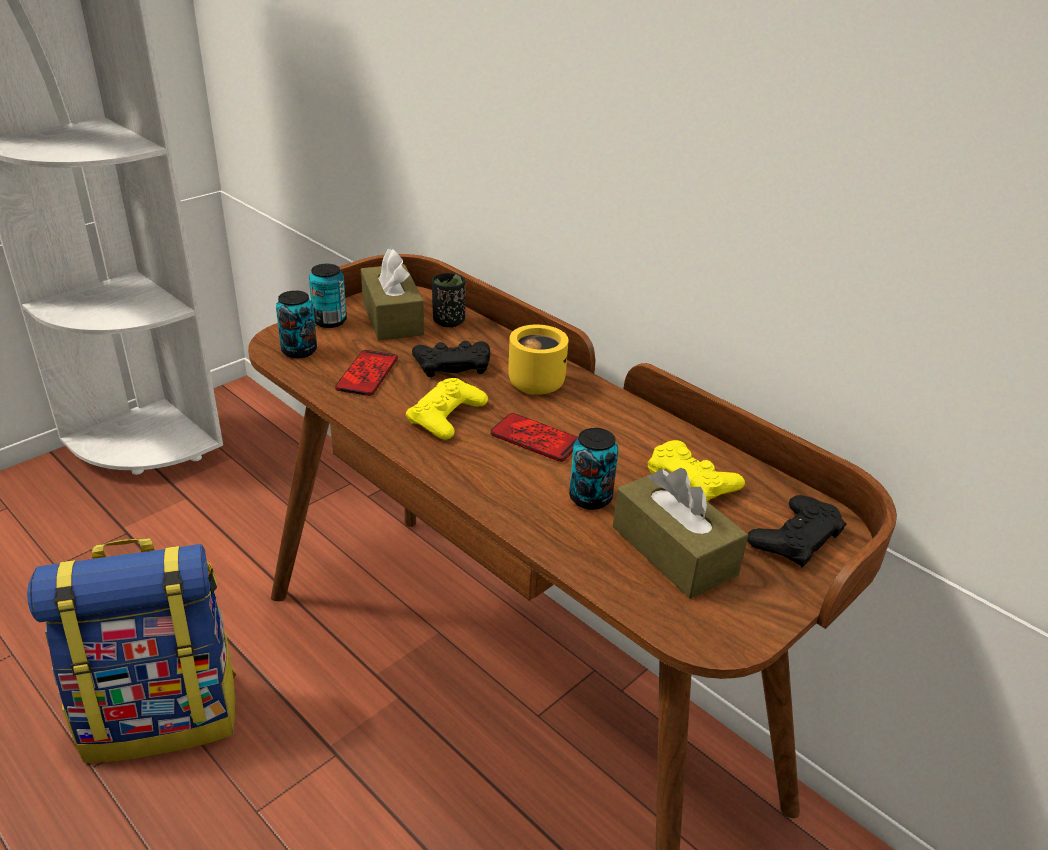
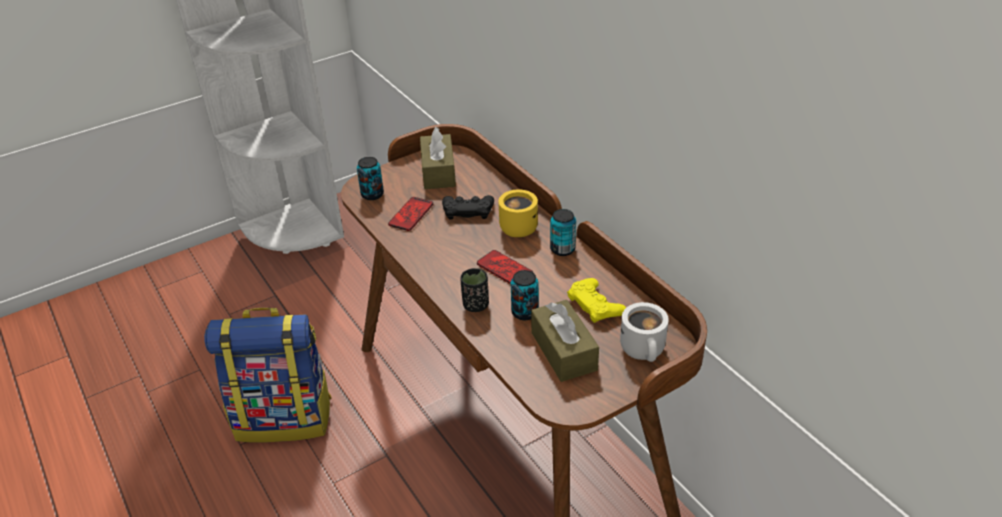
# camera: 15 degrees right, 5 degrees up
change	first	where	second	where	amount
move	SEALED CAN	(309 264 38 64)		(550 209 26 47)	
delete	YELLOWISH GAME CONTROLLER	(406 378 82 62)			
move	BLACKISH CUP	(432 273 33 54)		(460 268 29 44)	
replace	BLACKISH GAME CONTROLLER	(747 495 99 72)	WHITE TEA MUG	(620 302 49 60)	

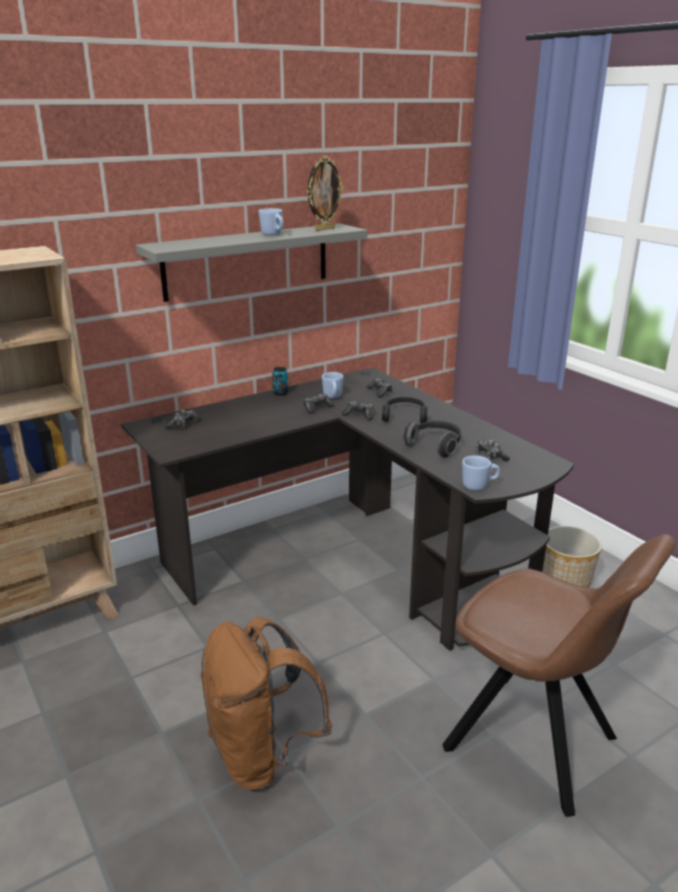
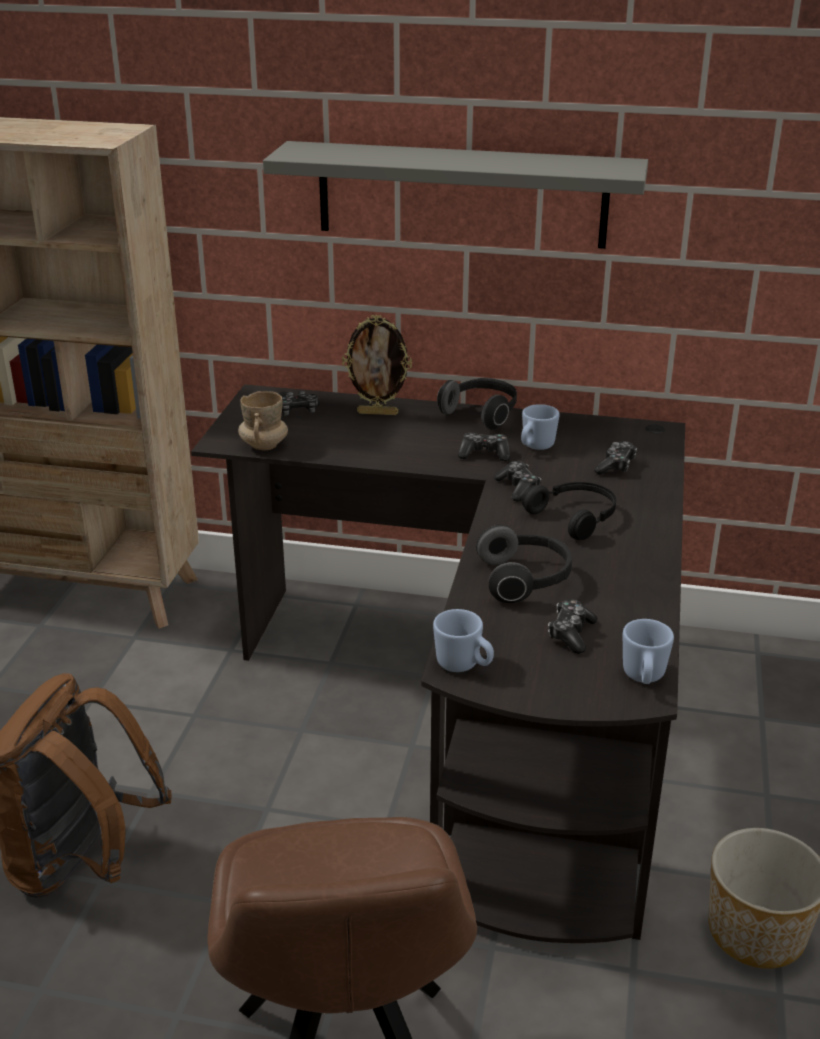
# camera: 45 degrees right, 5 degrees up
change	first	where	second	where	amount
move	BLUISH TEA MUG	(259 208 24 28)		(623 619 51 65)	
replace	SEALED CAN	(272 367 16 29)	HEADSET	(437 378 80 52)	
move	PICTURE FRAME	(307 156 37 75)		(342 314 70 101)	
insert			BEIGE-COLOURED TEA MUG	(238 391 50 59)	

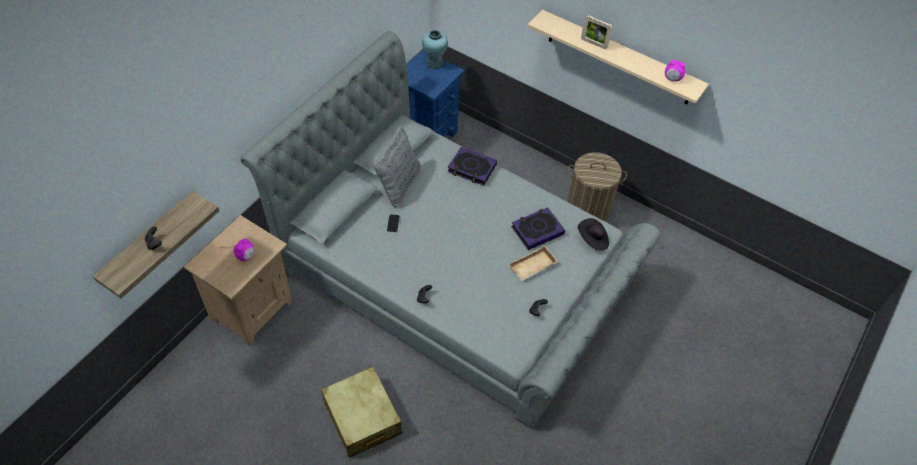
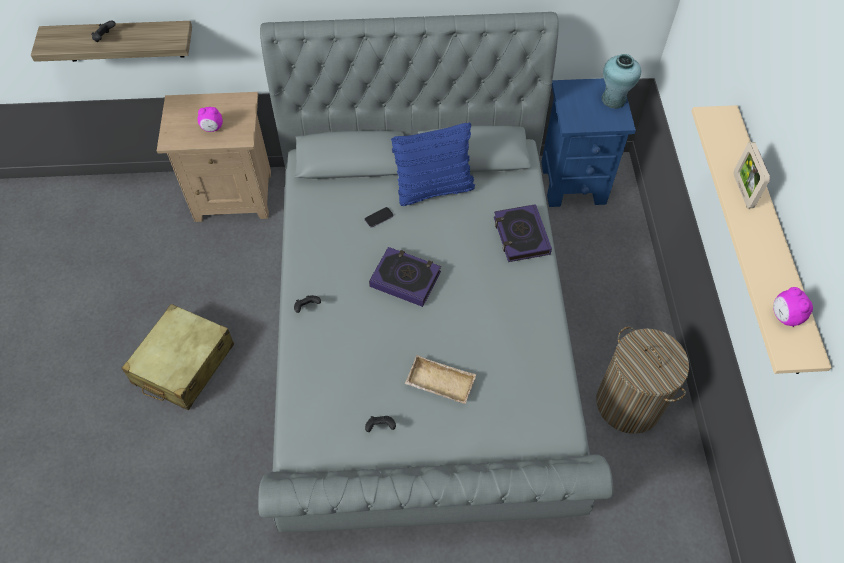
# camera: 55 degrees right, 5 degrees up
change	first	where	second	where	amount
recolor	GREY CUSHION	(373 126 48 81)	BLUISH CUSHION	(391 122 84 84)	
move	BOOK	(511 207 54 43)		(369 247 72 60)	
delete	BLACKISH HAT	(578 218 31 33)			

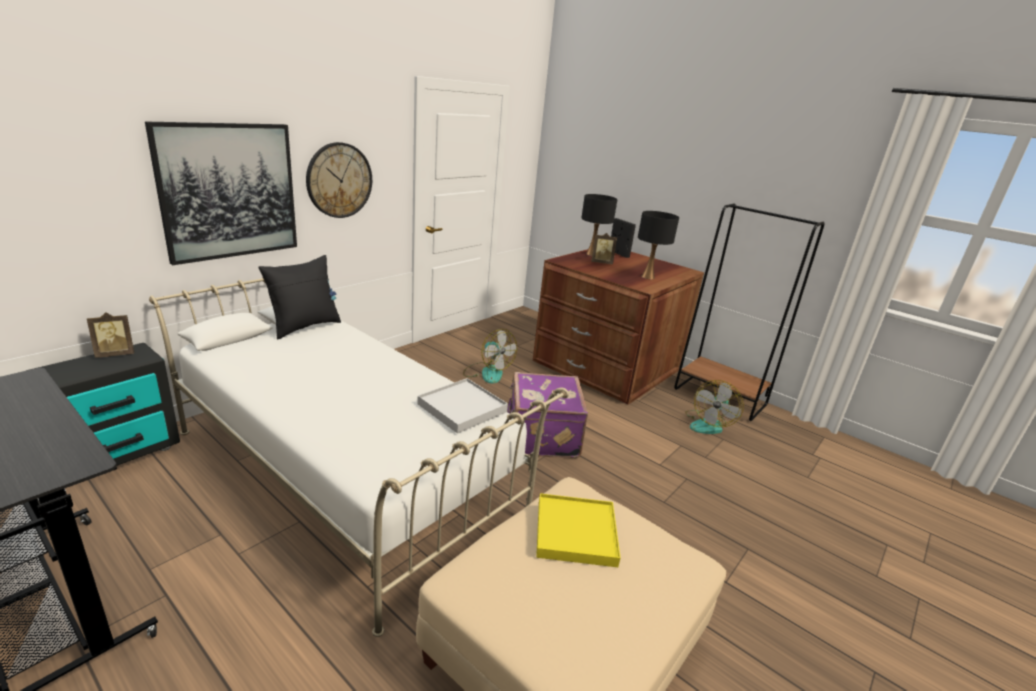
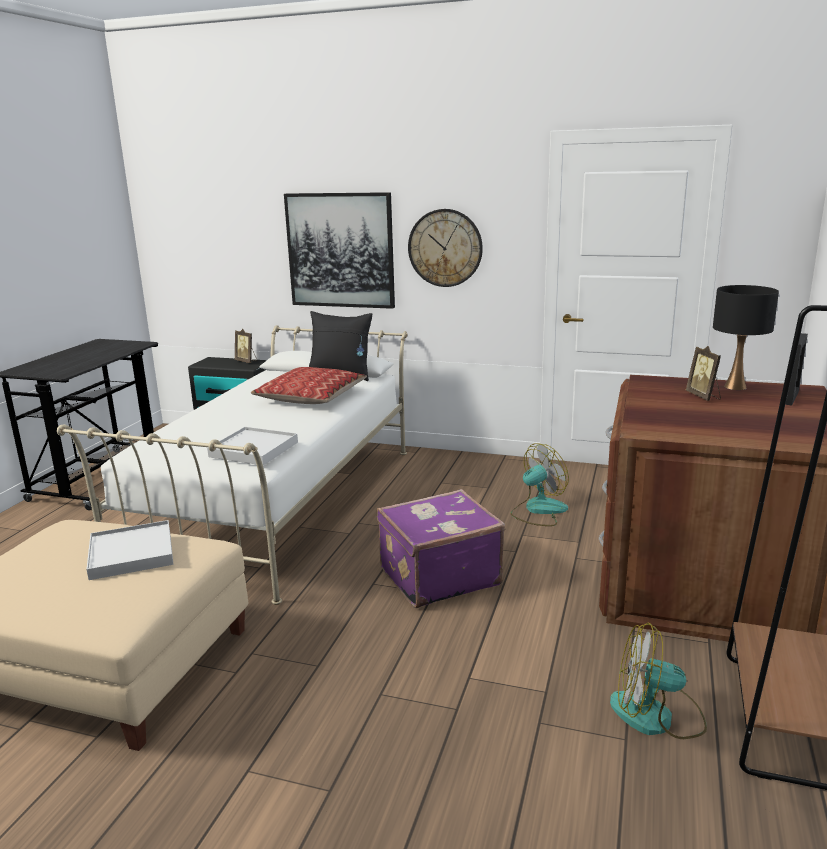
# camera: 70 degrees right, 5 degrees down
change	first	where	second	where	amount
rotate	COOLING FAN	(463 329 54 55)		(511 443 58 83)	150 degrees counterclockwise
recolor	YELLOWISH TRAY	(536 493 85 74)	WHITE TRAY	(87 520 86 60)	
delete	BLACKISH TABLE LAMP	(638 211 41 68)			
insert			CUSHION	(251 367 116 37)	

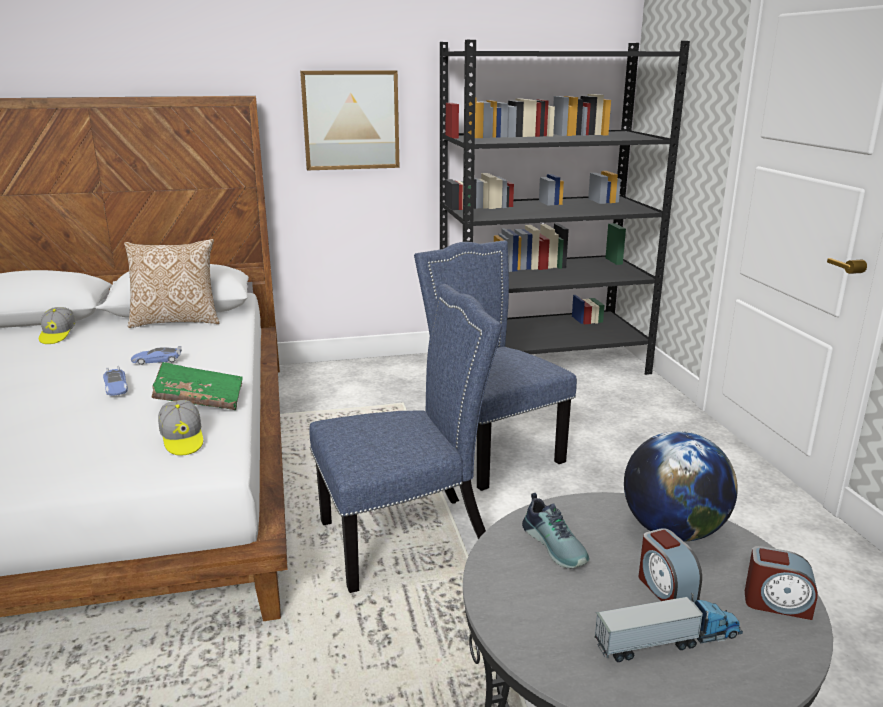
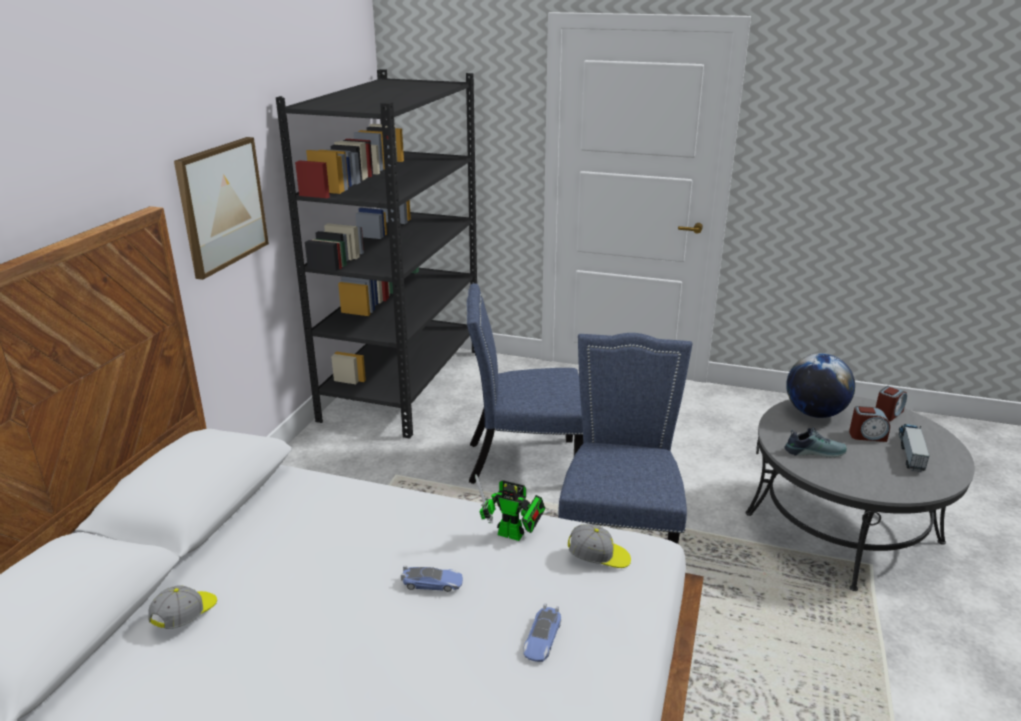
# camera: 60 degrees left, 5 degrees up
change	first	where	second	where	amount
rotate	BASEBALL CAP	(39 307 37 37)		(148 585 69 44)	90 degrees counterclockwise
delete	CUSHION	(124 239 95 89)			
move	TOY CAR	(131 346 51 19)		(523 603 38 59)	
replace	GREENISH BOOK	(152 362 91 48)	ROBOT FIGURE	(475 474 70 67)	

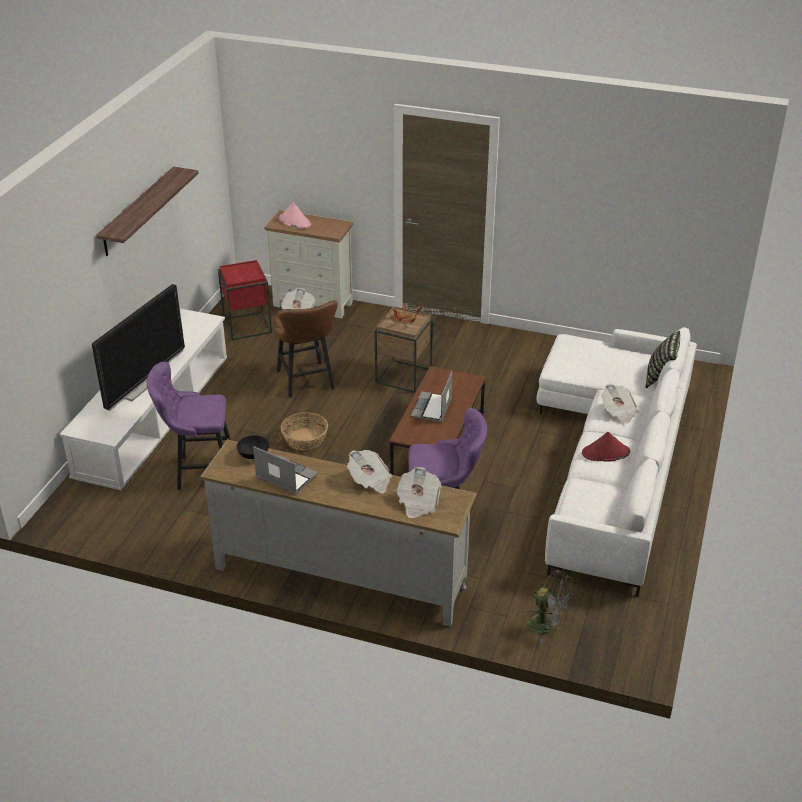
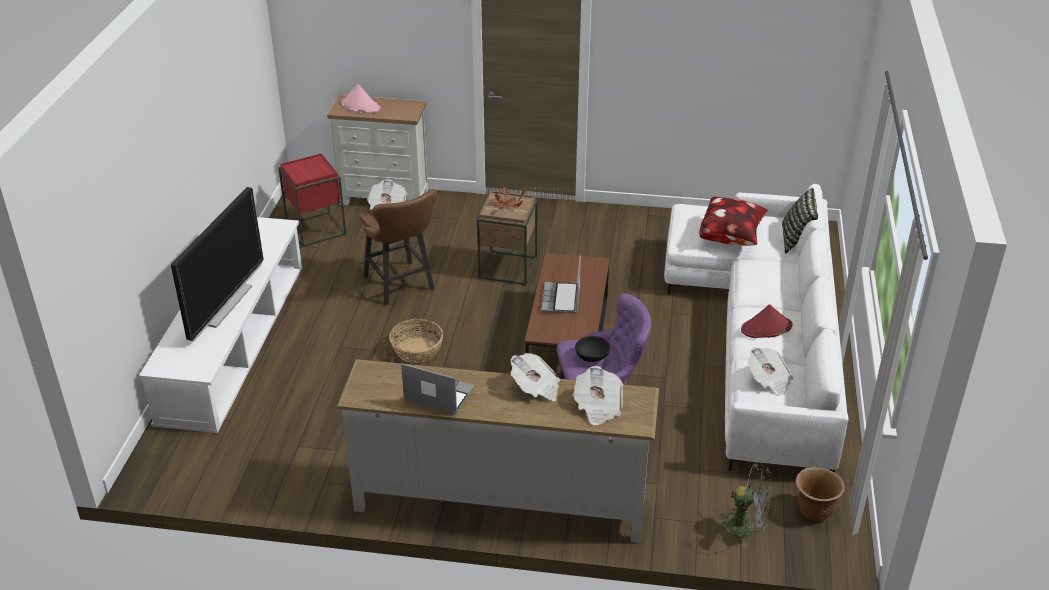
# camera: 10 degrees left, 0 degrees up
change	first	where	second	where	amount
delete	WALL SHELF	(96 167 103 89)			
delete	PURPLISH STOOL SEAT	(146 361 85 129)			
move	BLACKISH SERVING BOWL	(237 435 32 24)		(575 336 35 26)	
move	NEWSPAPER	(601 384 38 40)		(748 347 45 48)	
insert			CUSHION	(699 197 69 49)	
insert			BROWN-COLOURED PLANT POT	(795 467 50 54)	

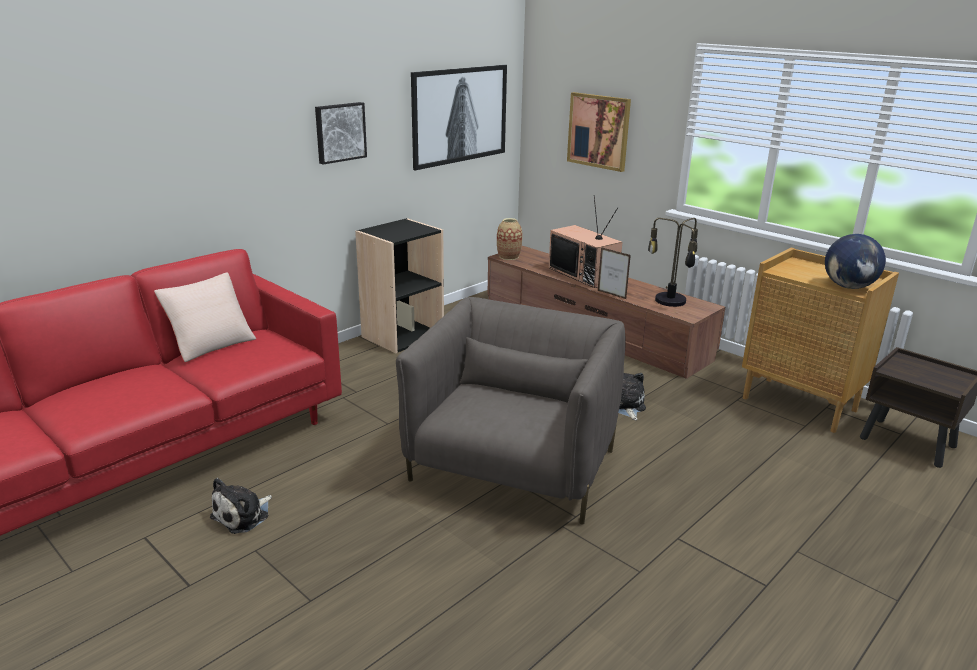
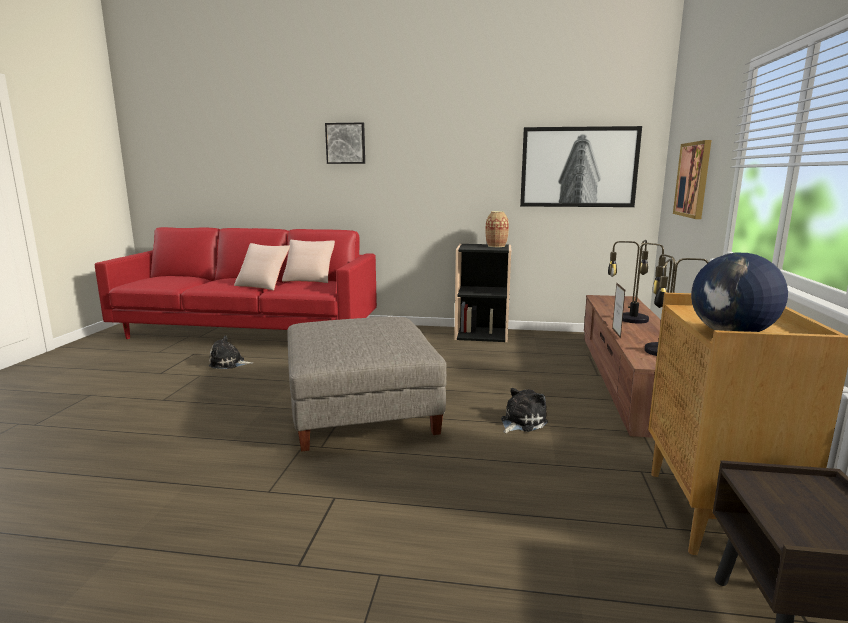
# camera: 55 degrees right, 10 degrees down
change	first	where	second	where	amount
move	WALL PICTURE	(315 102 52 62)		(325 123 40 41)	
replace	GREY LOUNGE CHAIR	(396 297 230 228)	GREY POUFFE	(287 316 160 136)	
move	DECORATIVE VASE	(497 218 25 42)		(486 211 23 36)	
replace	TV SET	(549 195 74 93)	TABLE LAMP	(608 240 58 83)	
insert			BEIGE-COLOURED CUSHION	(234 243 56 48)	

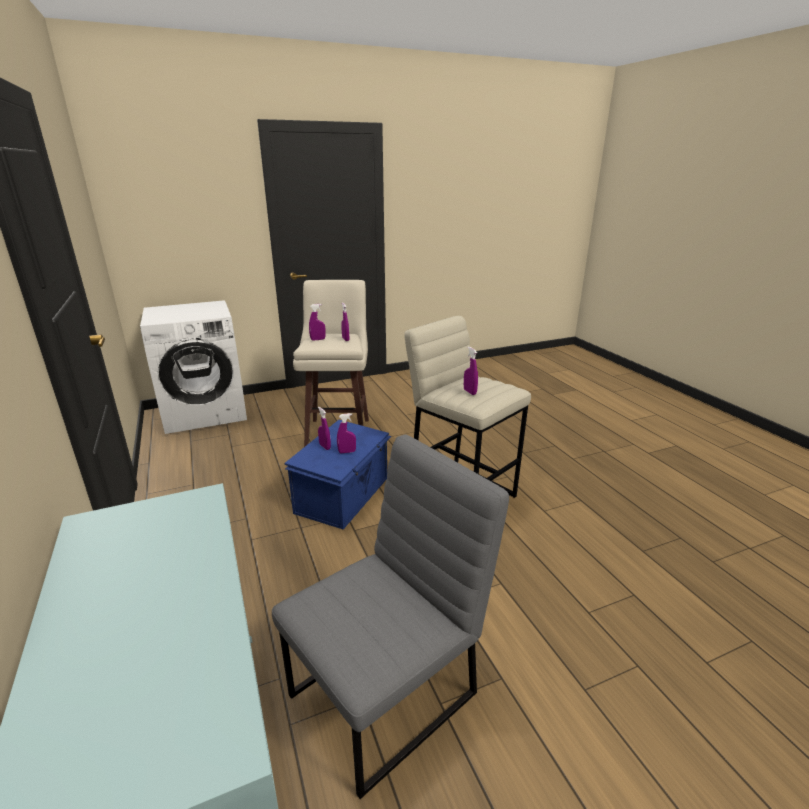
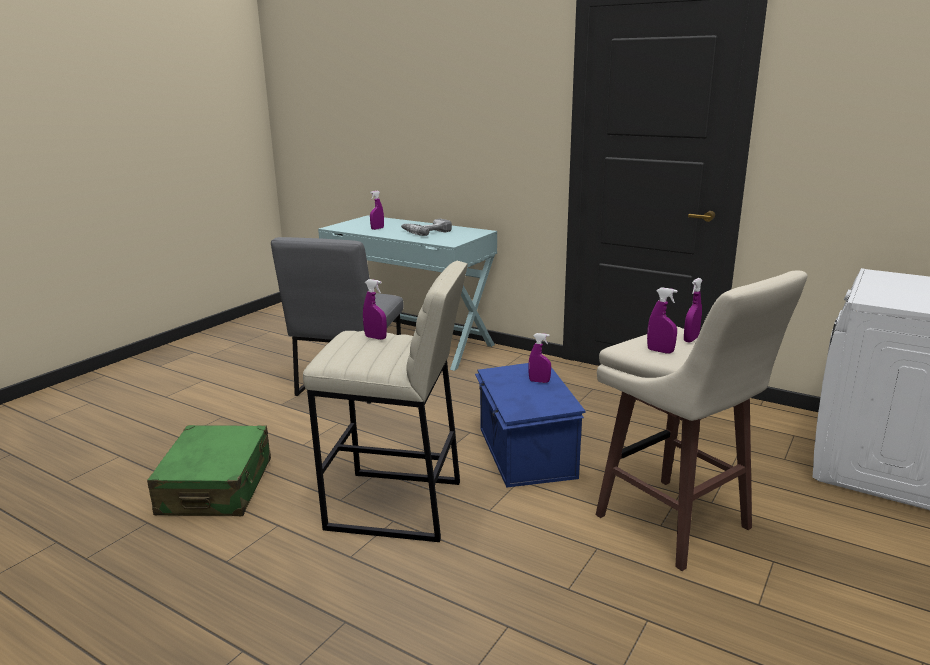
# camera: 145 degrees right, 5 degrees down
change	first	where	second	where	amount
move	PURPLISH SPRAY BOTTLE	(337 413 19 40)		(370 191 14 39)	
insert			GREENISH SUITCASE	(147 425 124 91)	
insert			ELECTRIC DRILL	(401 219 51 17)	

